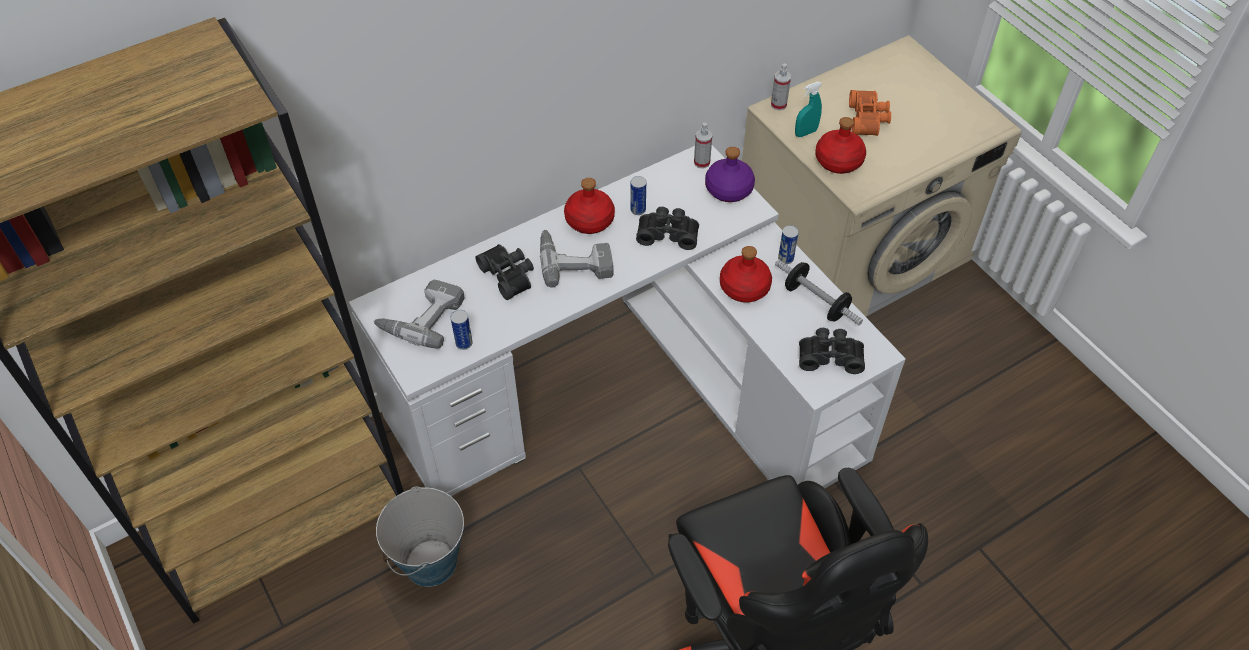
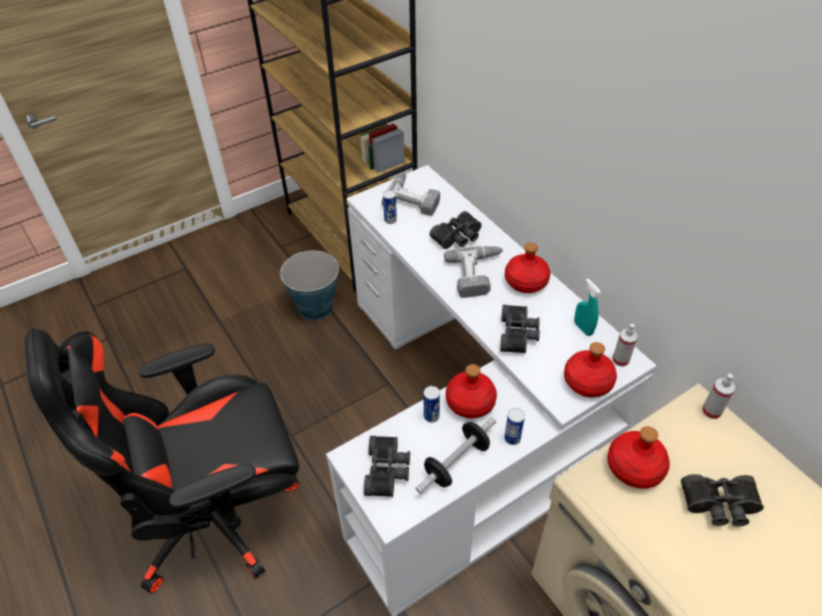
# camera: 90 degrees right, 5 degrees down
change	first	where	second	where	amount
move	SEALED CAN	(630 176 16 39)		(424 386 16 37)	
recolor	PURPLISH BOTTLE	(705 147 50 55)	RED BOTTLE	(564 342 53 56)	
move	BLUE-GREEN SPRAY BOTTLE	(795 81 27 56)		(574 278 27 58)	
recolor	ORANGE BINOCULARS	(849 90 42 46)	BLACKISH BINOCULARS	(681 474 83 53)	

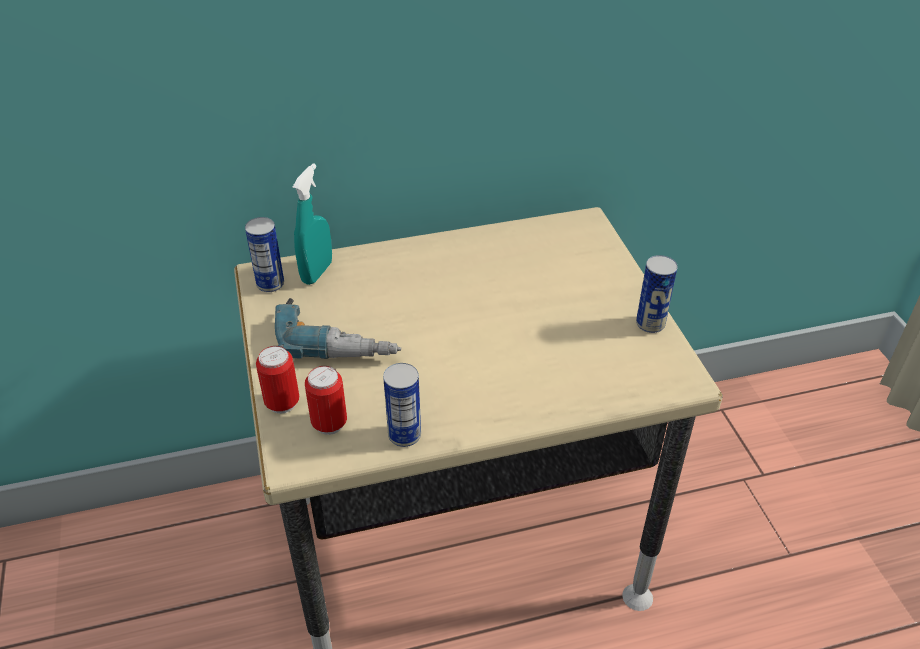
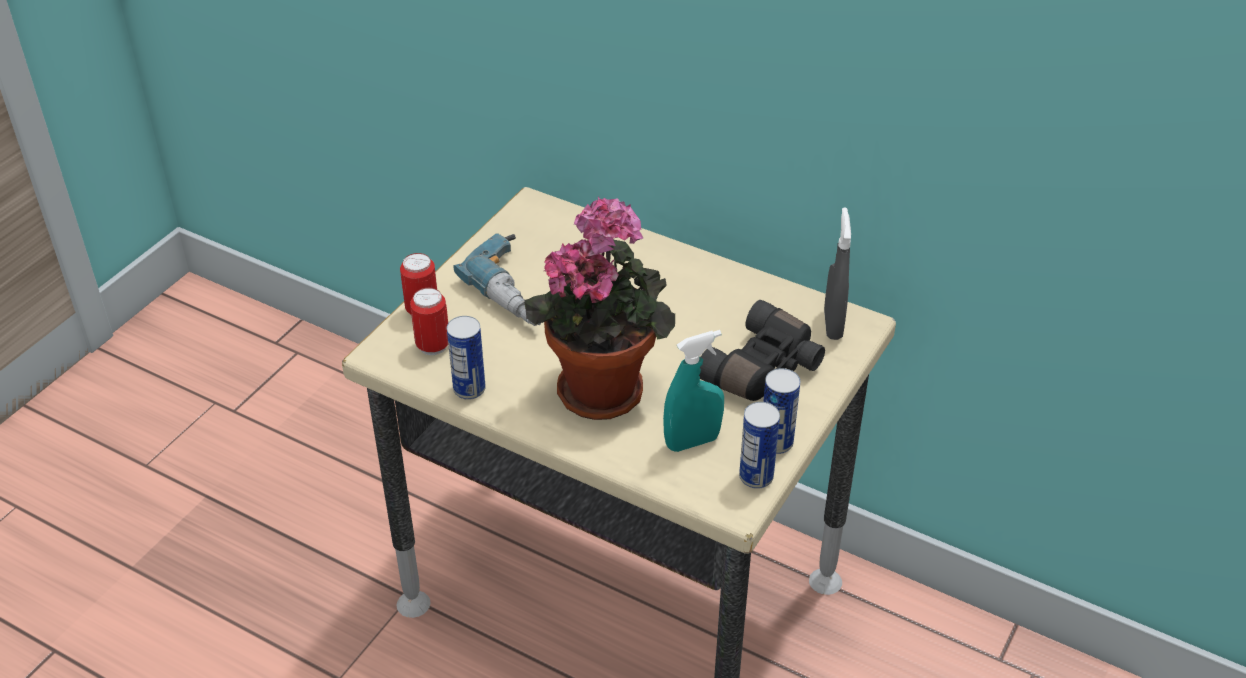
# camera: 45 degrees right, 0 degrees up
change	first	where	second	where	amount
move	SEALED CAN	(245 217 39 75)		(739 402 41 87)	
move	BLUE-GREEN SPRAY BOTTLE	(292 163 40 122)		(663 330 61 122)	
insert			POTTED PLANT	(524 196 151 224)	
insert			BLACKISH BINOCULARS	(699 300 126 101)	
insert			GREY SPRAY BOTTLE	(824 207 27 133)	

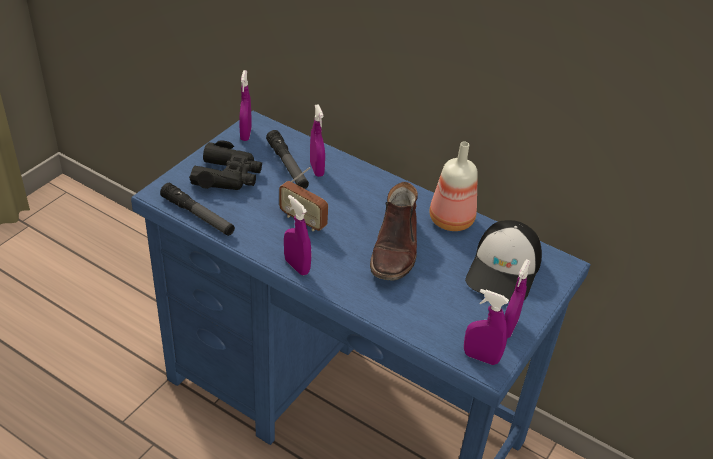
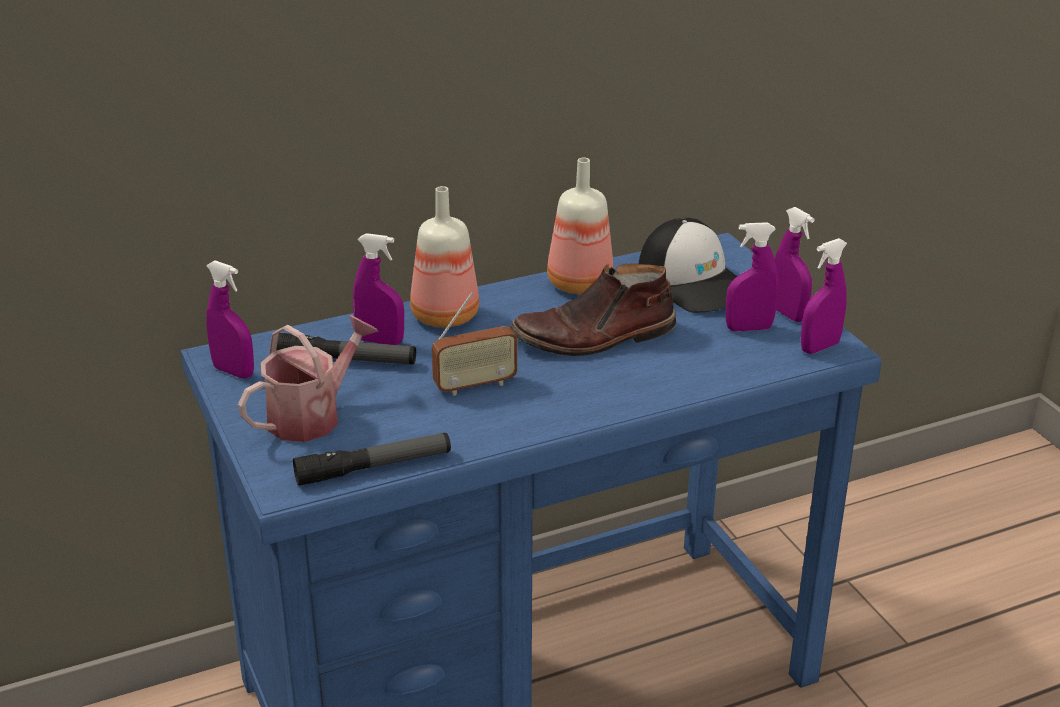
# camera: 55 degrees left, 10 degrees down
change	first	where	second	where	amount
replace	BLACKISH BINOCULARS	(189 140 73 50)	SPRINKLING CAN	(238 315 141 127)	
move	PURPLISH SPRAY BOTTLE	(284 195 27 80)		(726 222 53 109)	
rotate	BROWN-COLOURED TALL BOOT	(370 182 48 99)		(510 263 166 93)	120 degrees clockwise
insert			BOTTLE	(410 186 69 142)	

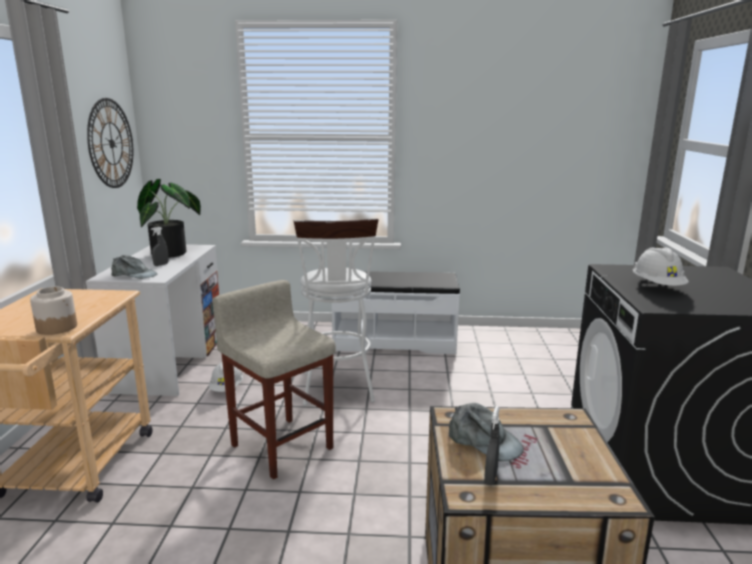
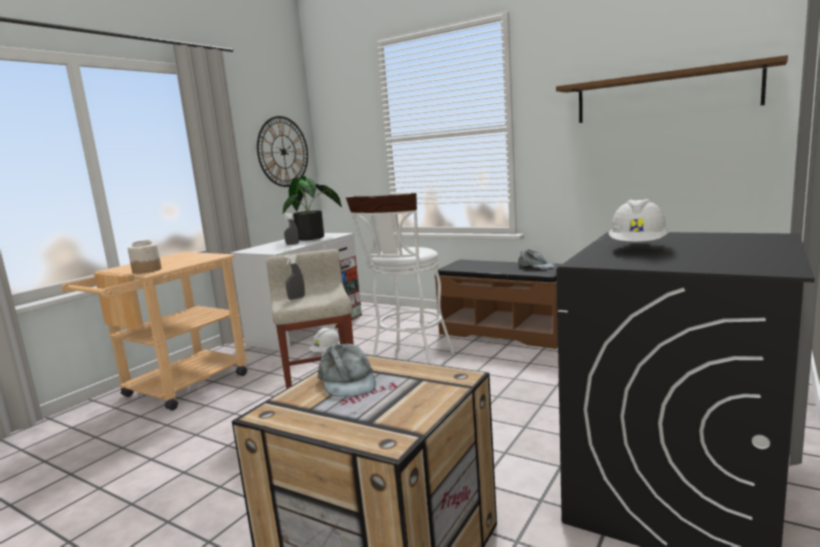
# camera: 30 degrees right, 5 degrees down
change	first	where	second	where	amount
move	GREY BASEBALL CAP	(111 255 46 24)		(518 249 38 20)	
recolor	WHITE BENCH	(332 271 128 83)	BROWN-COLOURED BENCH	(435 259 127 90)	
move	GREY SPRAY BOTTLE	(484 406 16 79)		(284 254 21 46)	
insert			WALL SHELF	(556 55 232 68)	

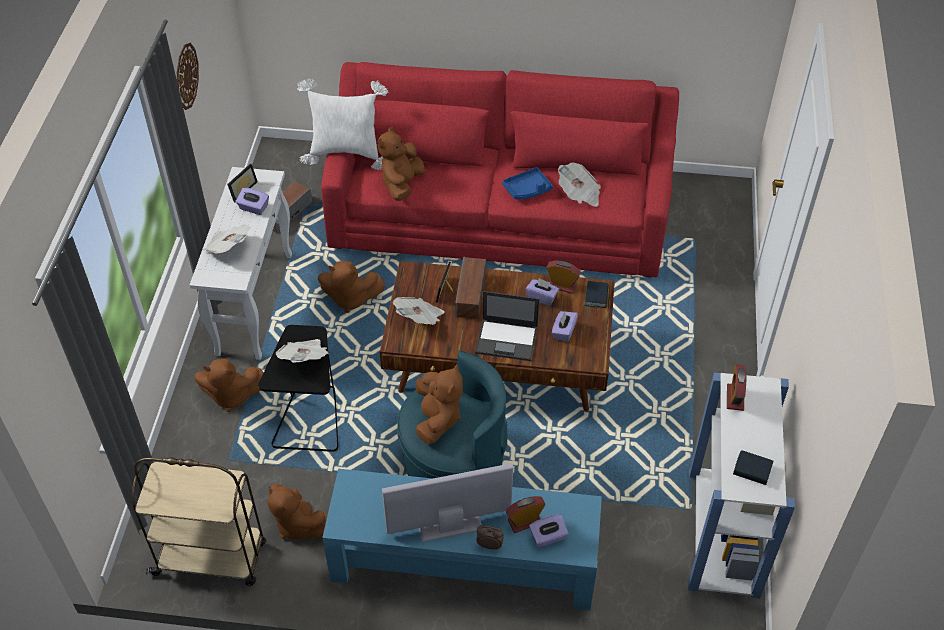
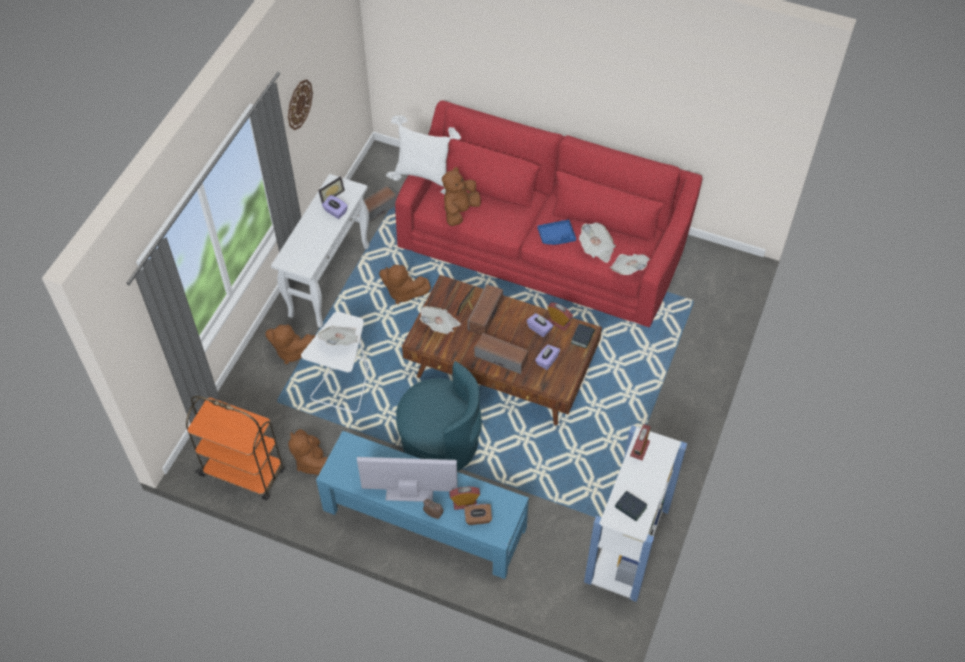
# camera: 15 degrees right, 5 degrees up
change	first	where	second	where	amount
recolor	BEIGE-COLOURED CART	(132 457 135 129)	ORANGE CART	(186 396 100 104)	
move	NEWSPAPER	(204 225 47 28)		(610 254 40 21)	
recolor	BLACKISH END TABLE	(258 325 80 127)	WHITE END TABLE	(301 312 68 101)	
delete	BROWN-COLOURED PLUSH TOY	(415 364 48 80)			
replace	NOTEBOOK COMPUTER	(475 291 64 70)	SPEAKER	(475 333 53 41)	
recolor	PURPLISH TISSUE HOLDER	(529 514 40 34)	BROWN-COLOURED TISSUE HOLDER	(464 504 28 21)	

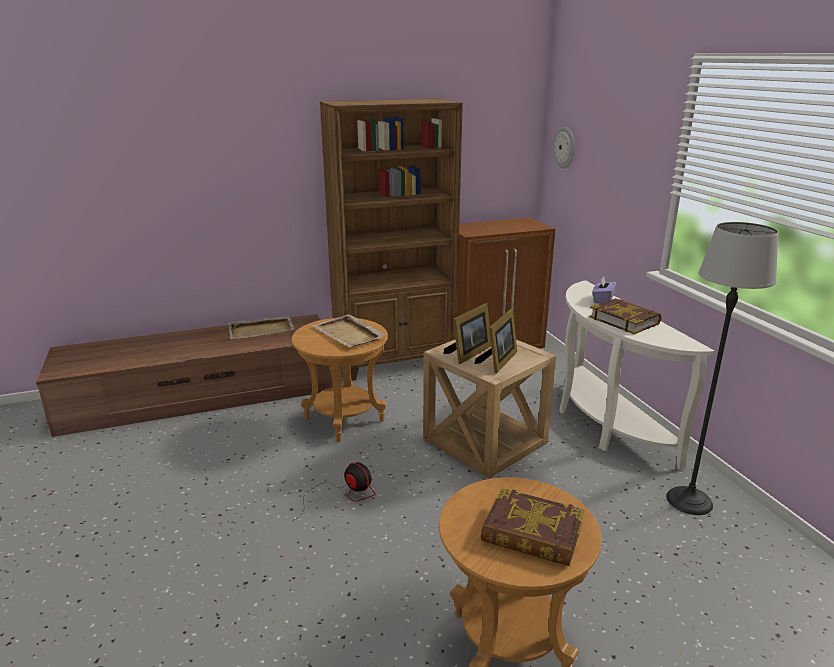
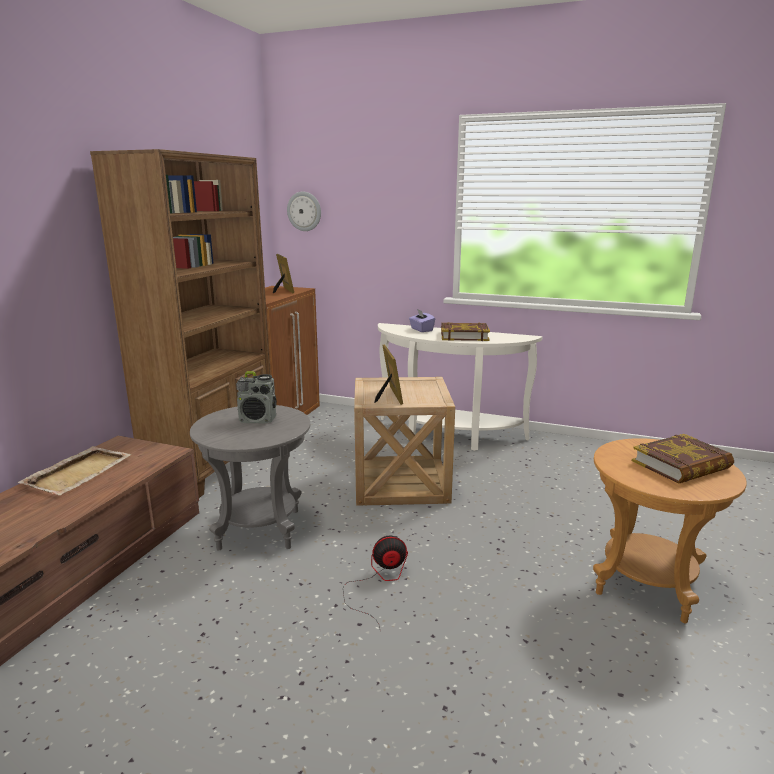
# camera: 50 degrees left, 5 degrees down
change	first	where	second	where	amount
recolor	BROWN-COLOURED END TABLE	(292 318 96 124)	GREY END TABLE	(190 405 120 146)	
replace	BEIGE-COLOURED TRAY	(312 314 75 33)	RADIO SET	(236 371 41 52)	
move	PICTURE FRAME	(474 309 43 65)		(273 254 21 39)	
delete	STANDARD LAMP	(666 222 113 293)			

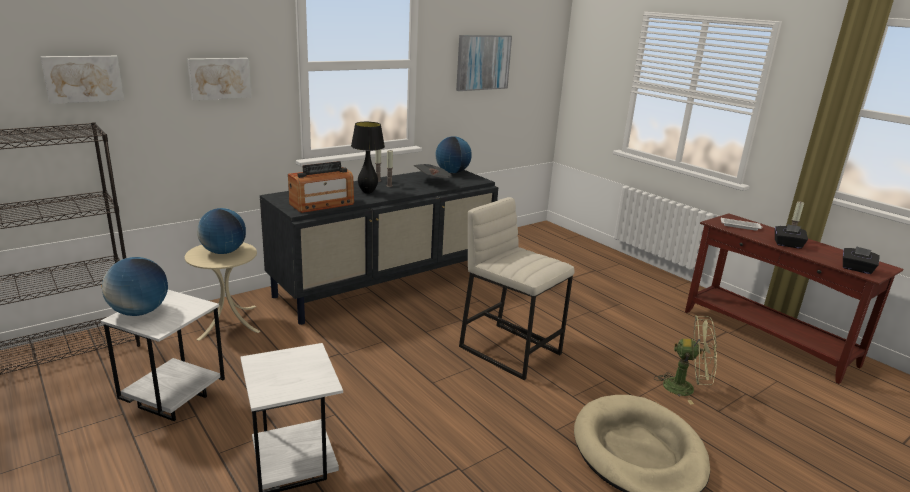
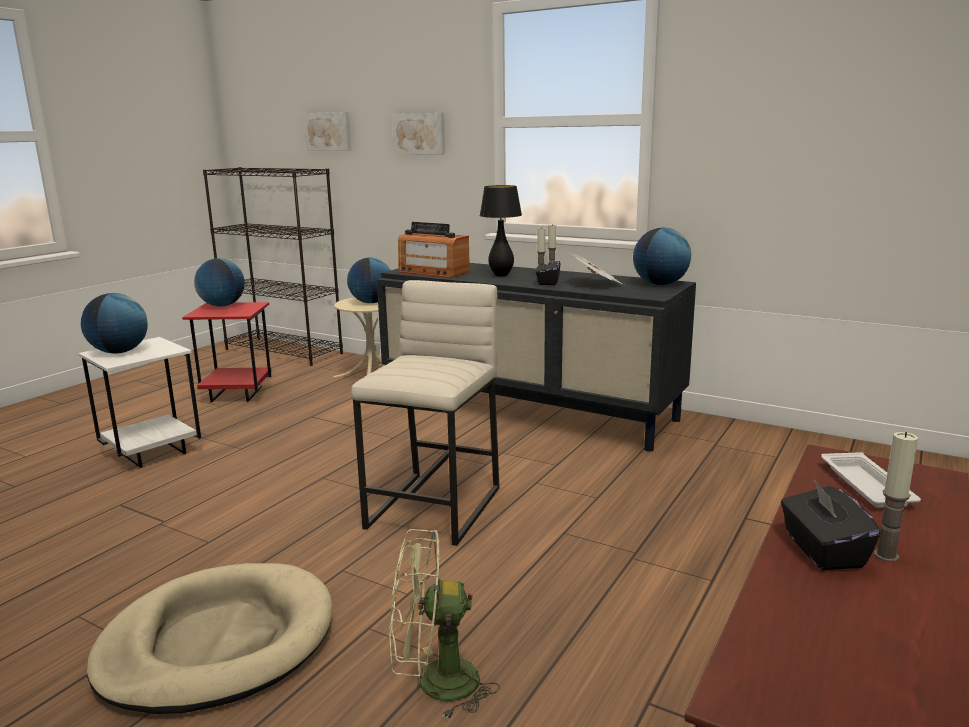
# camera: 70 degrees right, 5 degrees down
change	first	where	second	where	amount
recolor	WHITE END TABLE	(101 290 124 131)	RED END TABLE	(182 302 89 100)	
delete	WALL PICTURE	(456 35 56 56)			
rotate	GREENISH COOLING FAN	(654 315 63 90)		(389 529 111 192)	90 degrees clockwise
move	BLACKISH TISSUE HOLDER	(843 246 37 28)		(536 255 25 30)	
insert			DESK GLOBE	(81 293 67 61)	

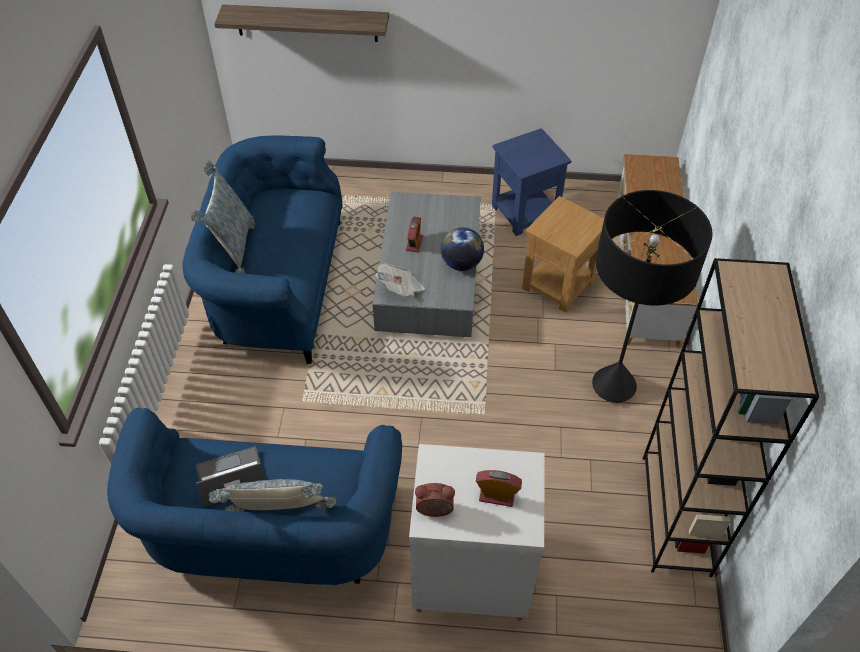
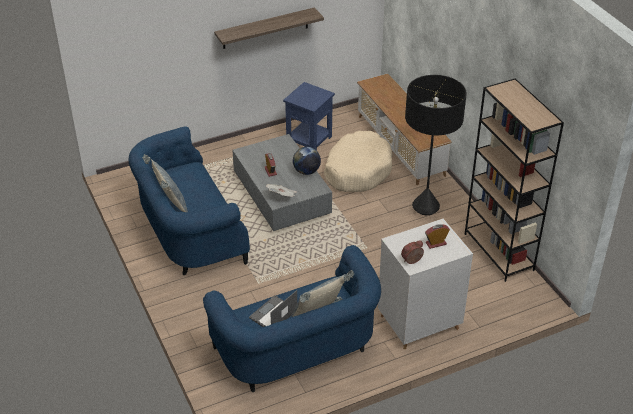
# camera: 30 degrees left, 10 degrees down
change	first	where	second	where	amount
move	WALL SHELF	(214 4 175 38)		(214 7 110 42)	
replace	BROWN-COLOURED END TABLE	(522 196 82 117)	BEIGE-COLOURED PET BED	(324 131 69 61)	

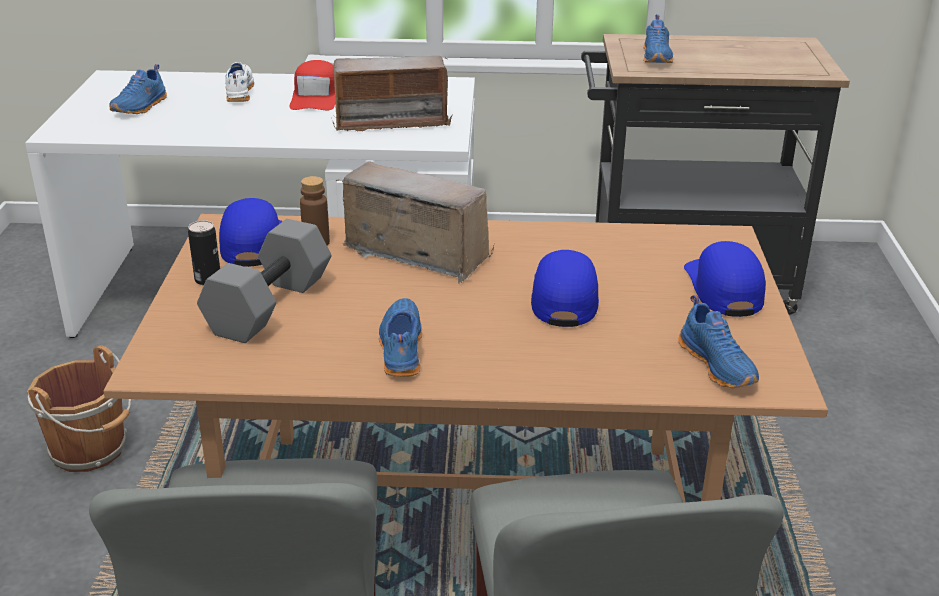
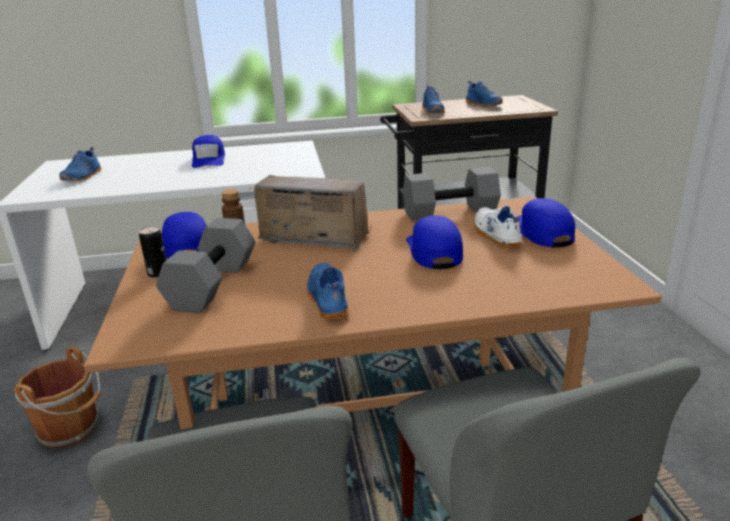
# camera: 10 degrees left, 5 degrees down
change	first	where	second	where	amount
move	WHITE LOW SHOE	(225 62 29 40)		(474 206 49 42)	
recolor	RED BASEBALL CAP	(290 60 45 50)	BLUISH BASEBALL CAP	(192 135 33 33)	
delete	RADIO SET	(333 56 120 75)			
move	BLUISH LOW SHOE	(678 295 81 93)		(465 81 38 26)	
insert			GREY DUMBBELL	(403 167 98 53)	

